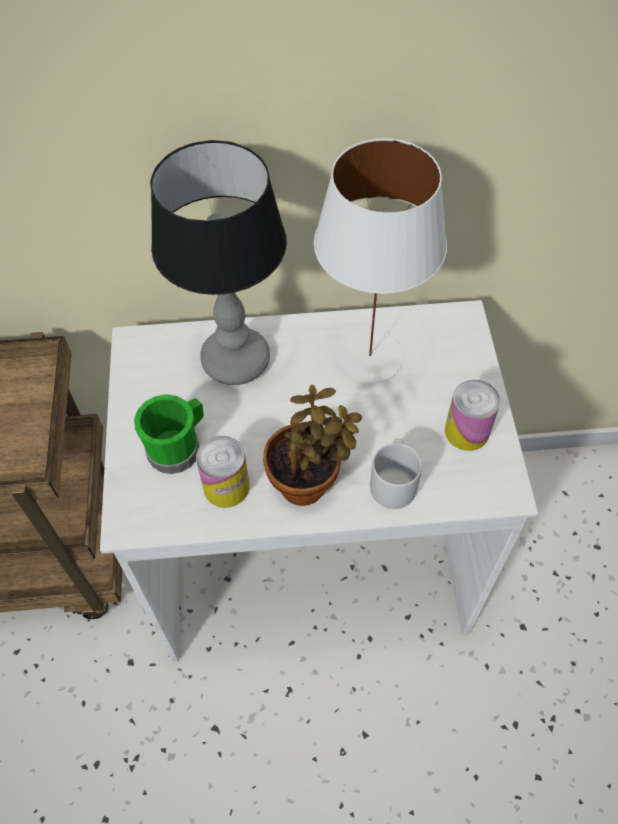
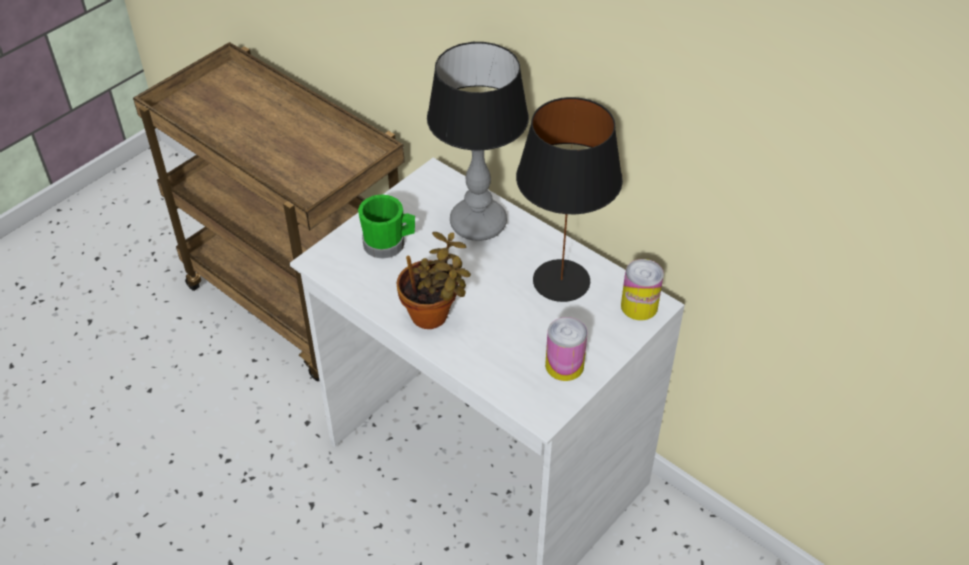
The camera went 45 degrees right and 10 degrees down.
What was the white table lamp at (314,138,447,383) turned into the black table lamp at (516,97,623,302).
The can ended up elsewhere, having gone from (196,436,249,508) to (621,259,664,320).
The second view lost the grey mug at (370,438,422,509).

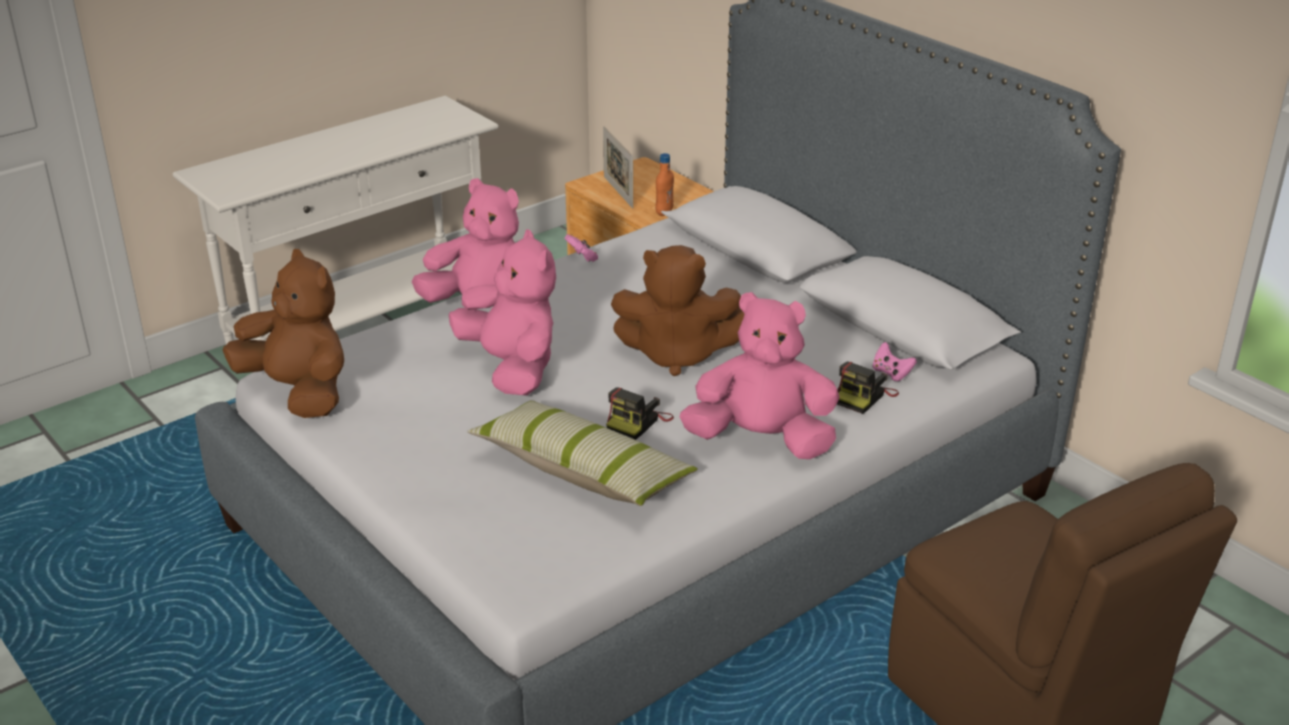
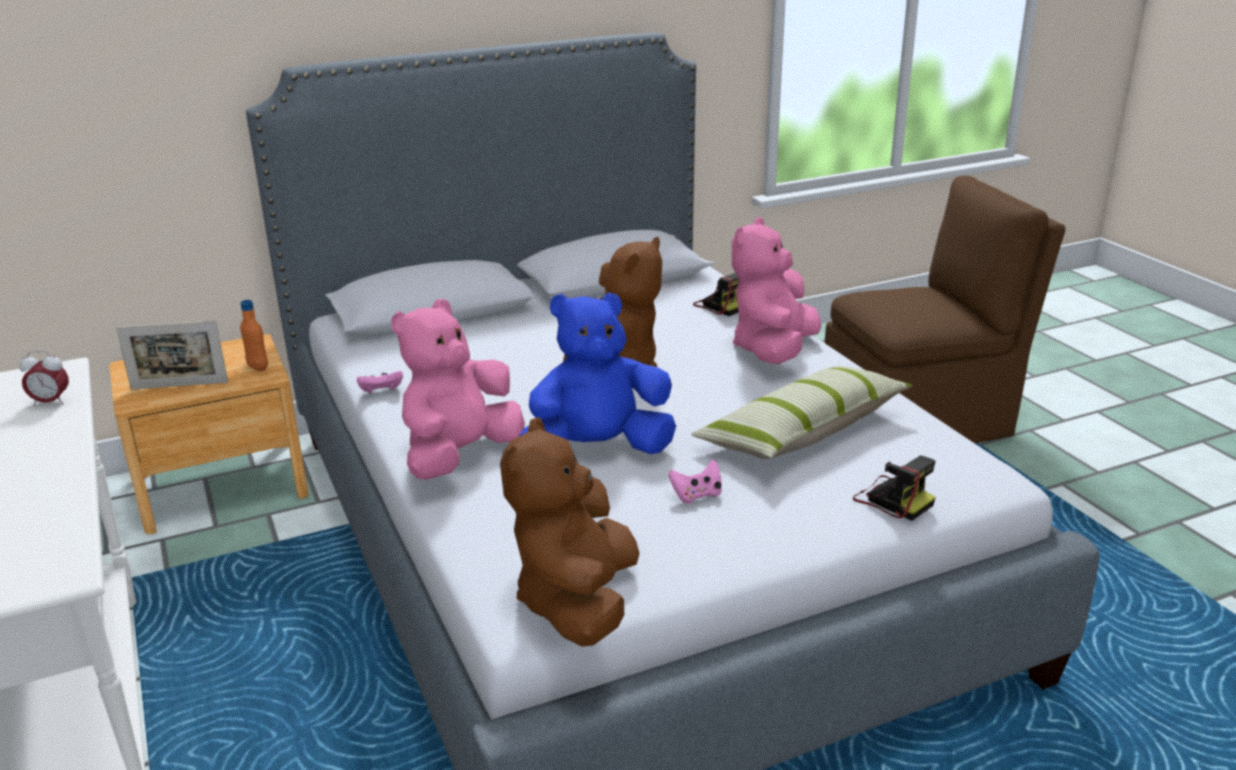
The camera went 75 degrees left and 5 degrees down.
What was the pink plush toy at (449,229,556,396) turned into the blue plush toy at (518,292,676,454).
The brown plush toy at (222,249,344,418) ended up facing another way, 45 degrees counterclockwise from before.
The pink game controller ended up elsewhere, having gone from (873,342,917,381) to (668,460,722,504).
The photo camera ended up elsewhere, having gone from (606,387,674,440) to (853,456,936,521).
The second view gained the alarm clock at (20,351,69,406).

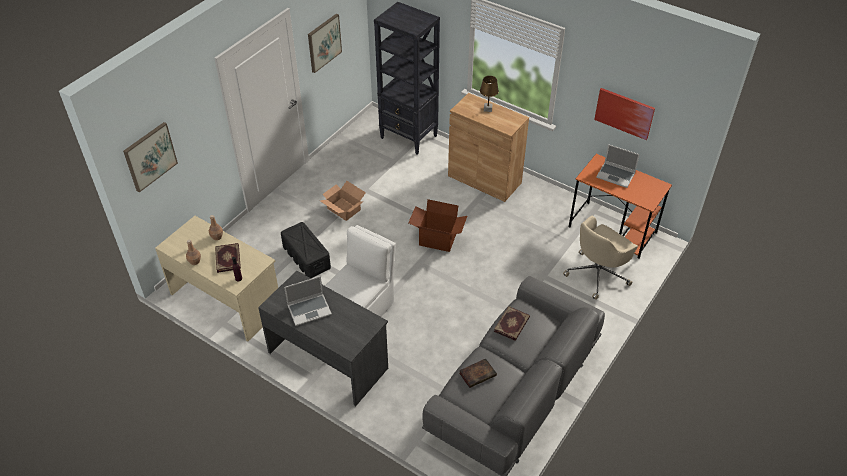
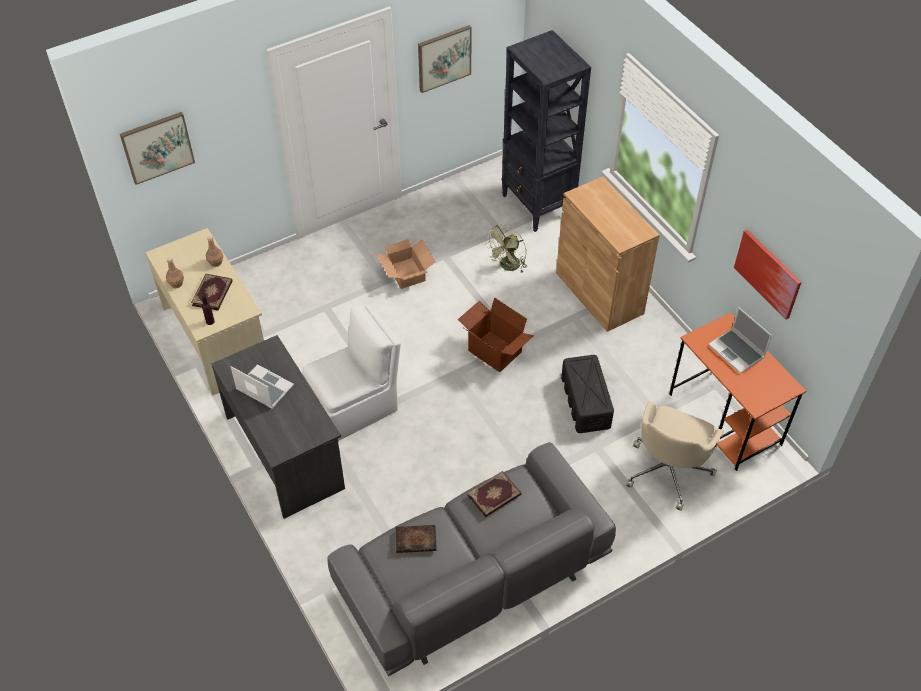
The camera went 25 degrees right and 5 degrees up.
The second view lost the brown table lamp at (480,76,499,112).
The beige office chair at (563,216,638,300) ended up facing another way, 45 degrees counterclockwise from before.
The black storage box ended up elsewhere, having gone from (281,222,331,278) to (561,355,614,433).
The laptop at (284,276,332,326) ended up facing another way, 150 degrees counterclockwise from before.
The second view gained the green fan at (485,224,527,273).

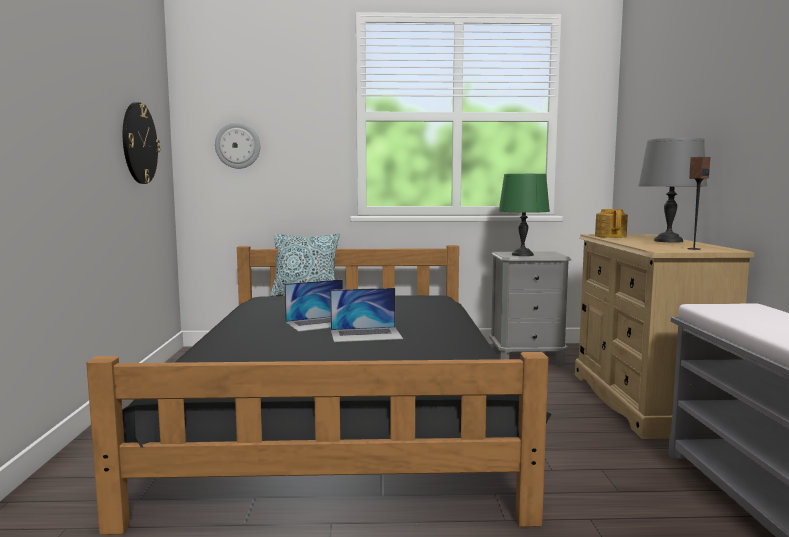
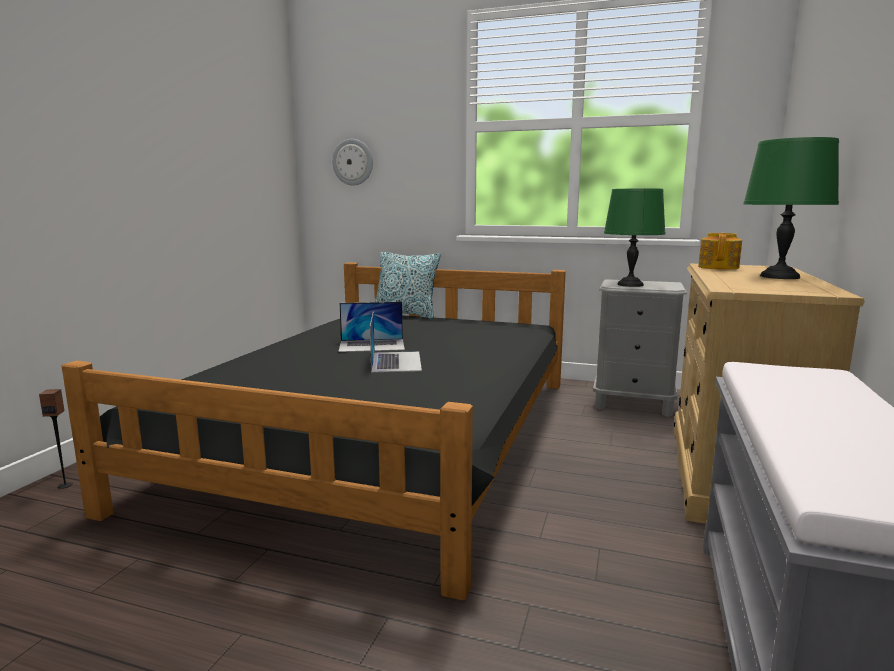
The camera went 20 degrees right and 5 degrees up.
The second view lost the wall clock at (123,102,160,184).
What was the grey table lamp at (639,138,707,243) turned into the green table lamp at (743,137,839,279).
The speaker ended up elsewhere, having gone from (688,157,710,250) to (39,389,73,489).
The laptop at (330,288,403,342) ended up facing another way, 105 degrees counterclockwise from before.

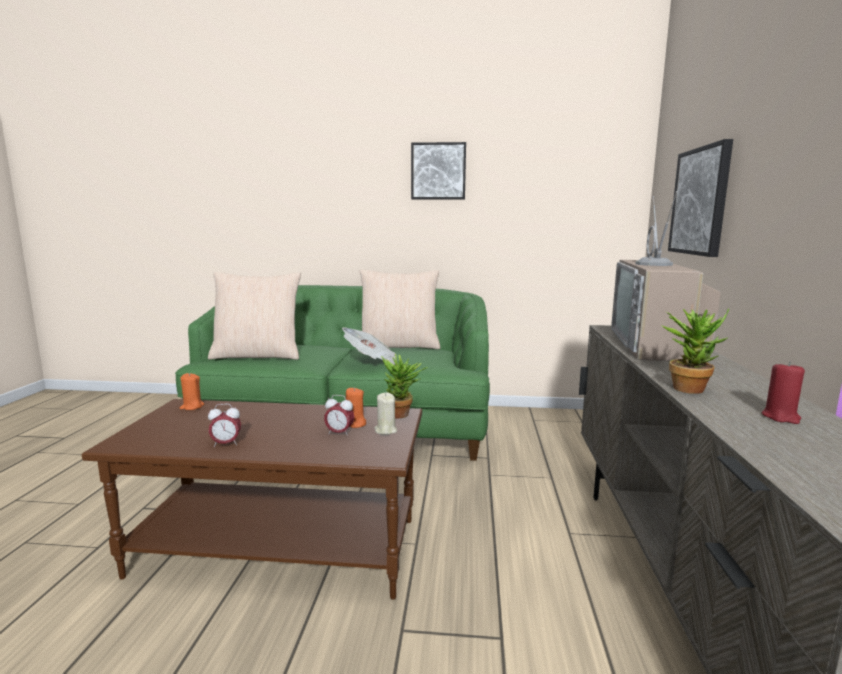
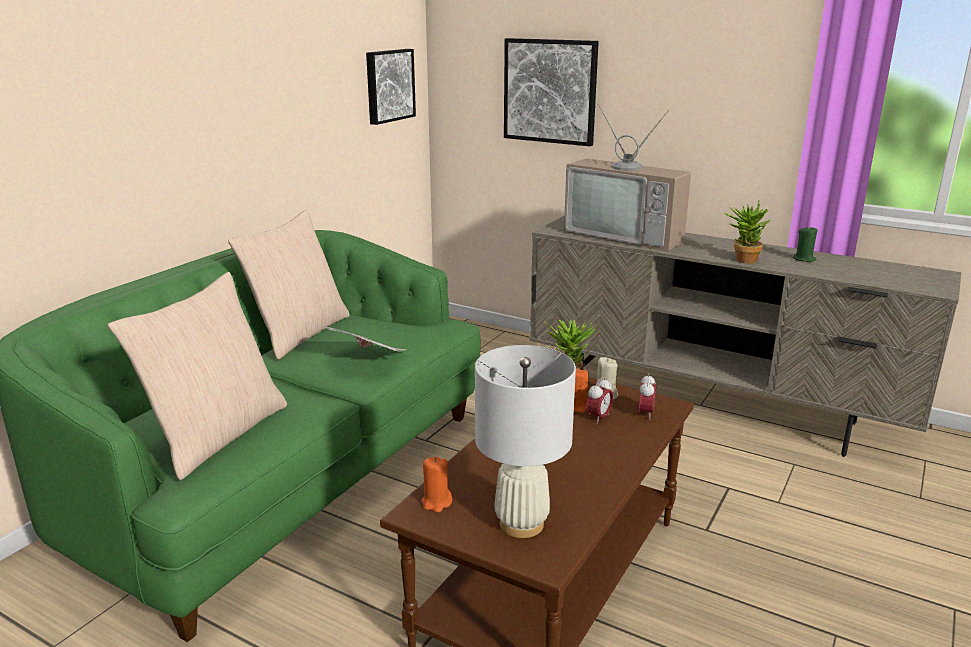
The camera went 65 degrees left and 10 degrees up.
The picture ended up elsewhere, having gone from (411,142,466,199) to (366,49,416,125).
What was the red candle at (762,361,805,424) turned into the green candle at (793,226,817,262).
The alarm clock ended up elsewhere, having gone from (208,403,241,447) to (638,373,656,420).
The second view gained the white table lamp at (475,345,576,538).

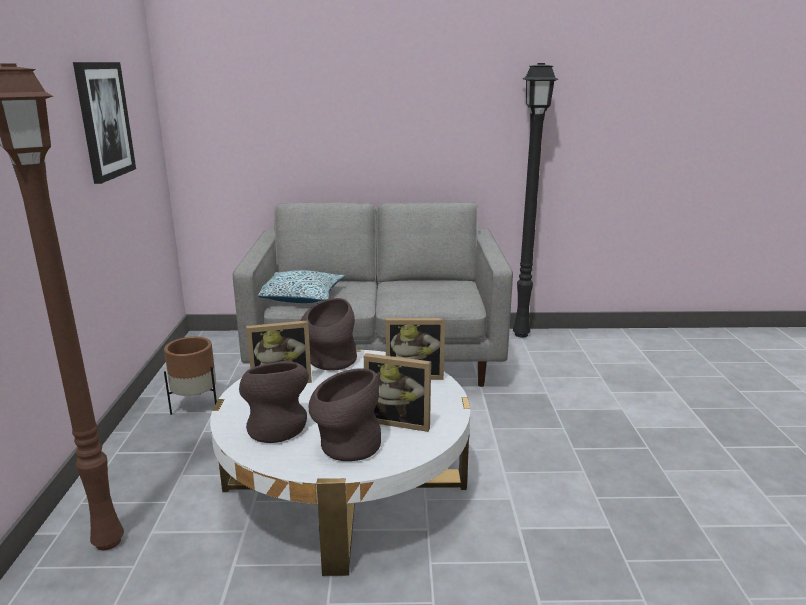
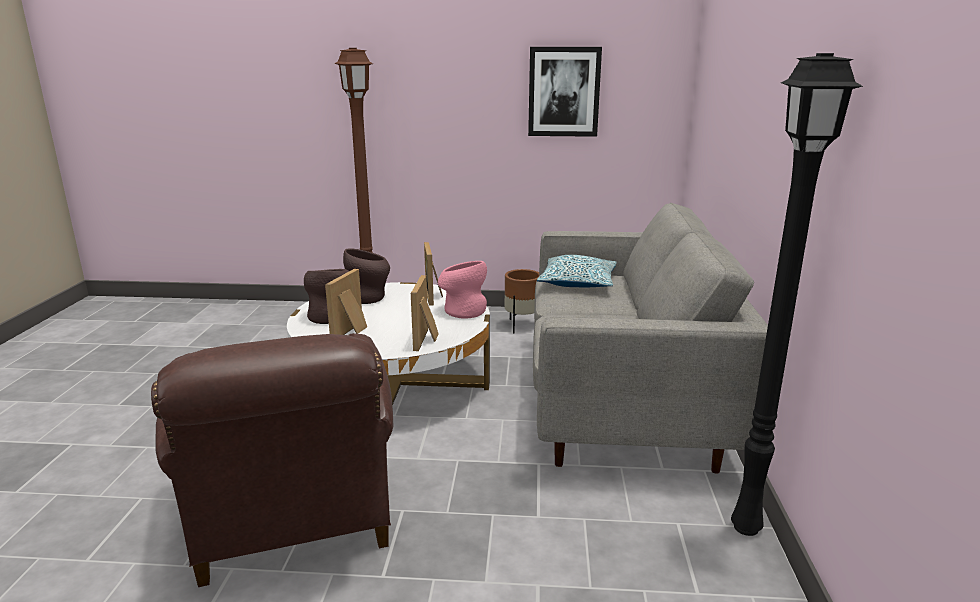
The camera went 95 degrees right and 0 degrees up.
What was the brown vase at (301,298,357,371) turned into the pink vase at (438,261,487,319).
The second view gained the brown armchair at (151,333,394,587).

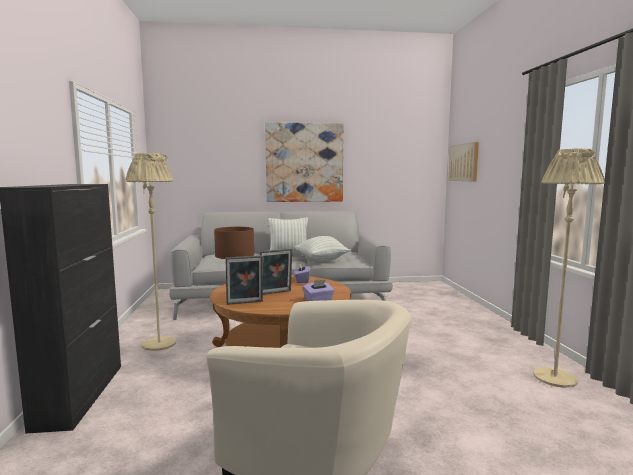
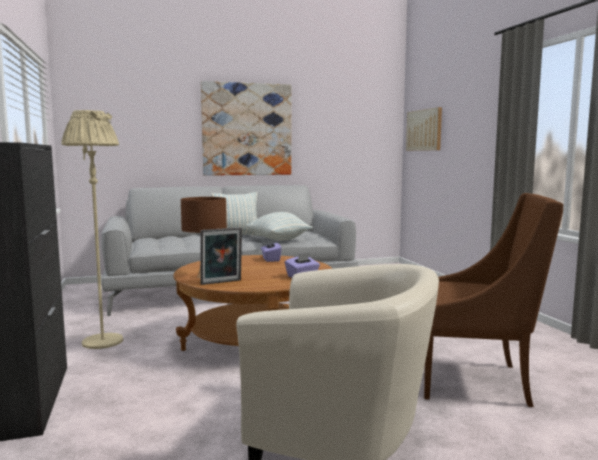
The camera went 10 degrees left and 0 degrees up.
The second view lost the beige floor lamp at (533,148,605,388).
The second view lost the picture frame at (260,249,292,295).
The second view gained the brown armchair at (424,193,563,407).

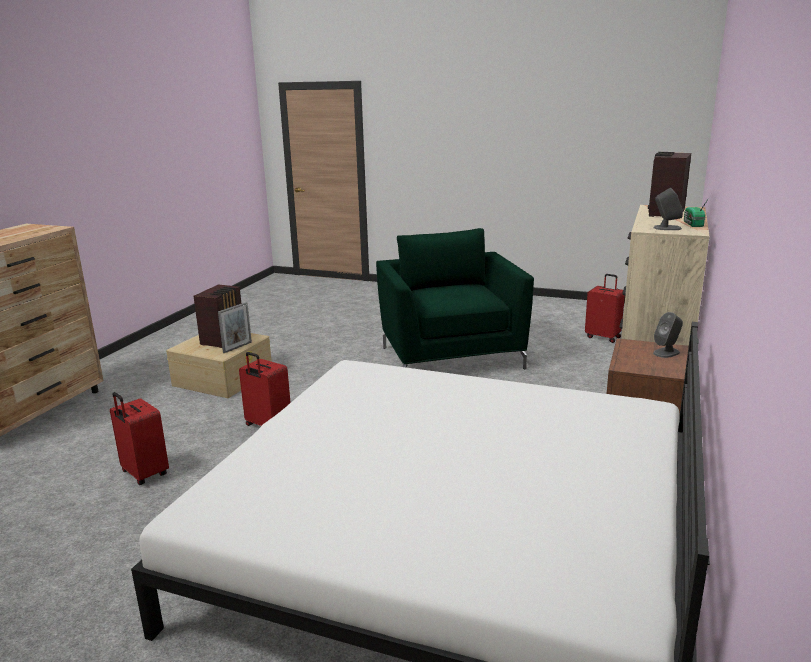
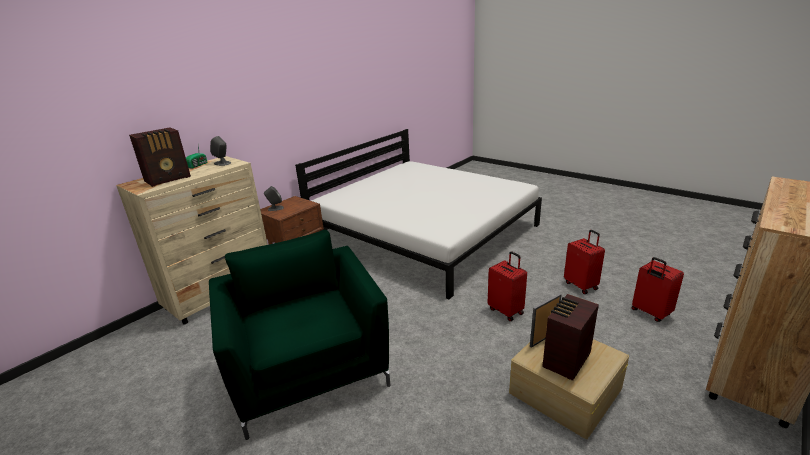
The camera went 160 degrees left and 5 degrees up.
The green armchair at (376,228,534,369) ended up facing another way, 150 degrees clockwise from before.
The red suitcase ended up elsewhere, having gone from (585,274,625,343) to (631,257,684,322).

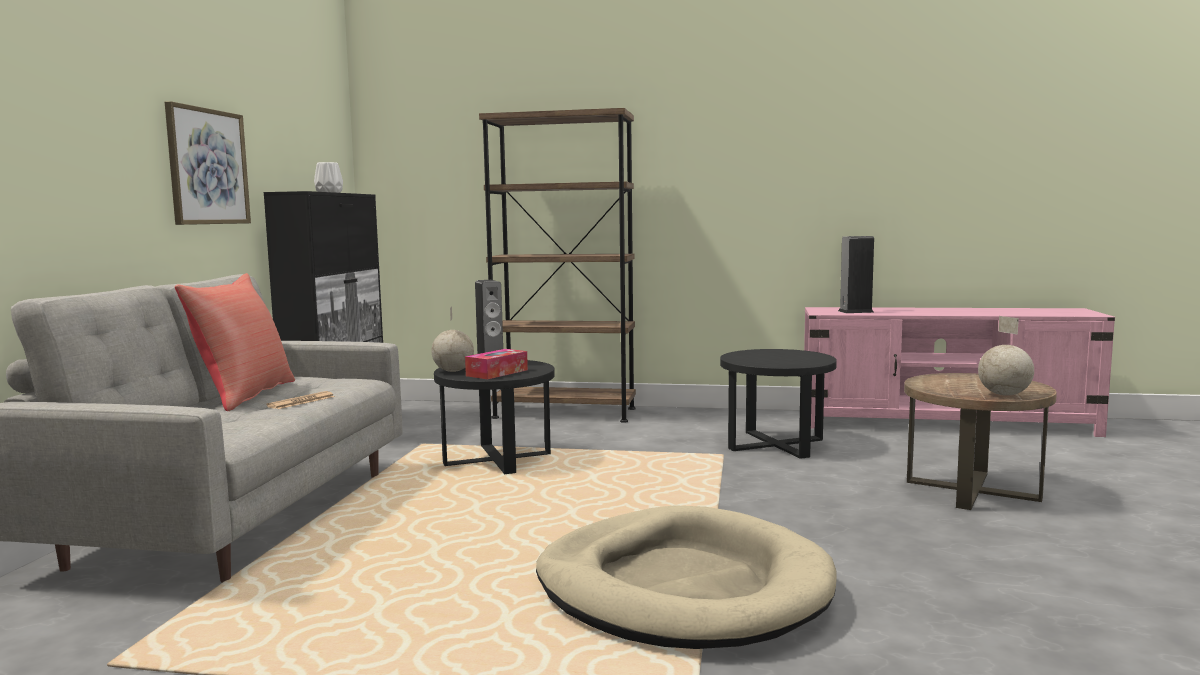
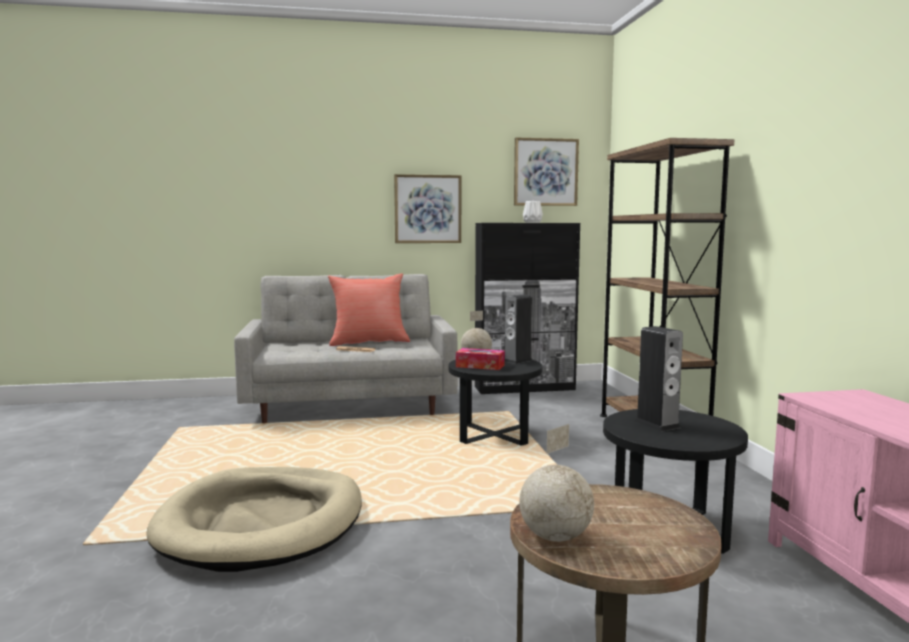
The camera went 70 degrees right and 0 degrees up.
The speaker ended up elsewhere, having gone from (838,236,874,313) to (635,326,683,432).
The second view gained the picture at (514,138,579,206).

